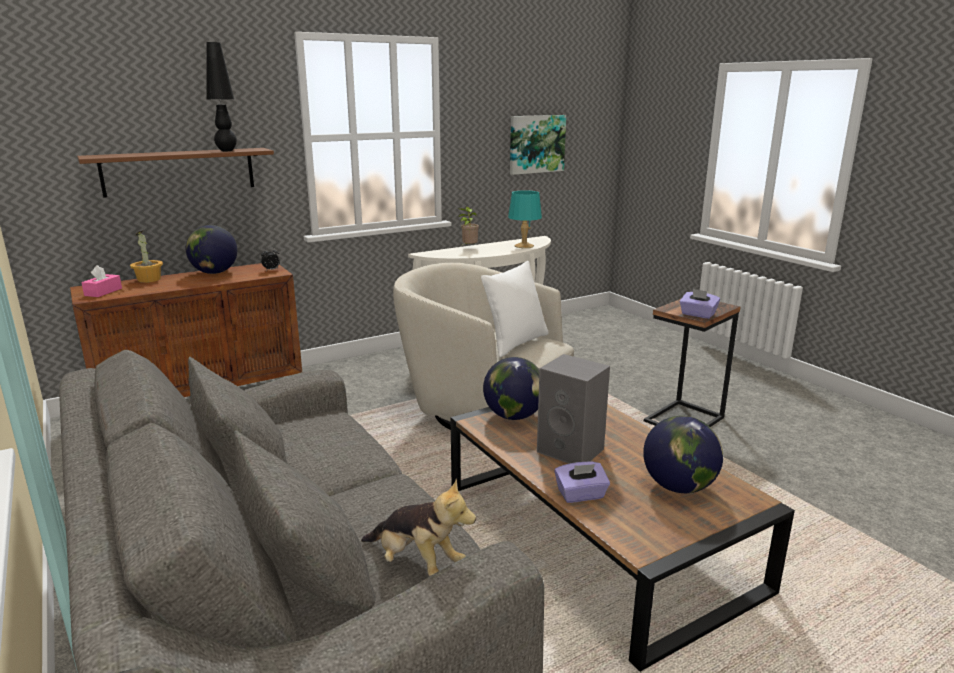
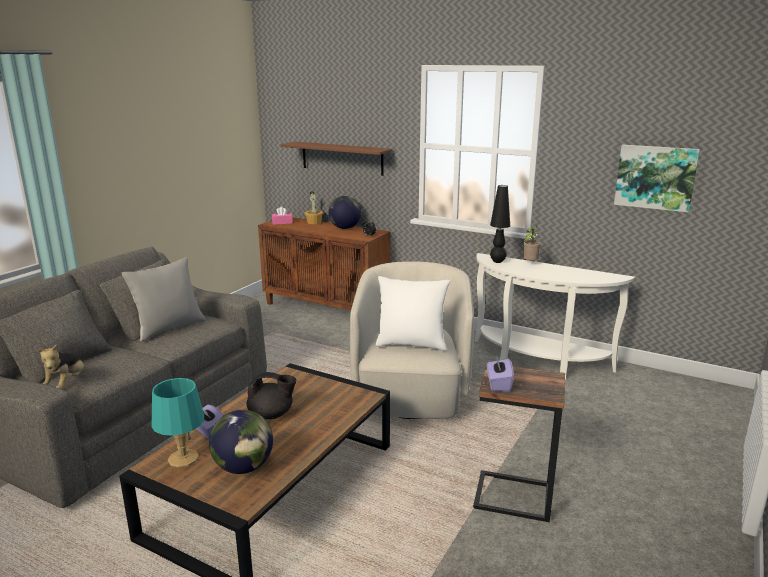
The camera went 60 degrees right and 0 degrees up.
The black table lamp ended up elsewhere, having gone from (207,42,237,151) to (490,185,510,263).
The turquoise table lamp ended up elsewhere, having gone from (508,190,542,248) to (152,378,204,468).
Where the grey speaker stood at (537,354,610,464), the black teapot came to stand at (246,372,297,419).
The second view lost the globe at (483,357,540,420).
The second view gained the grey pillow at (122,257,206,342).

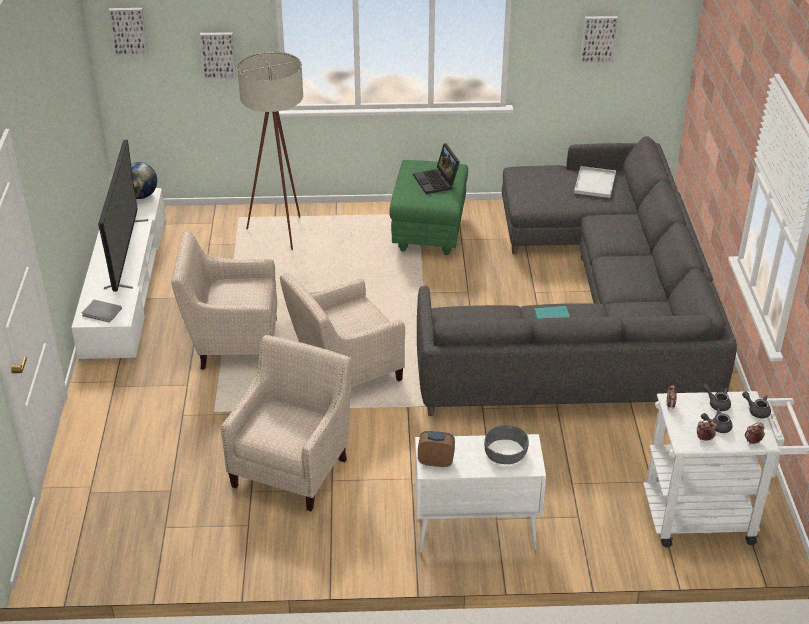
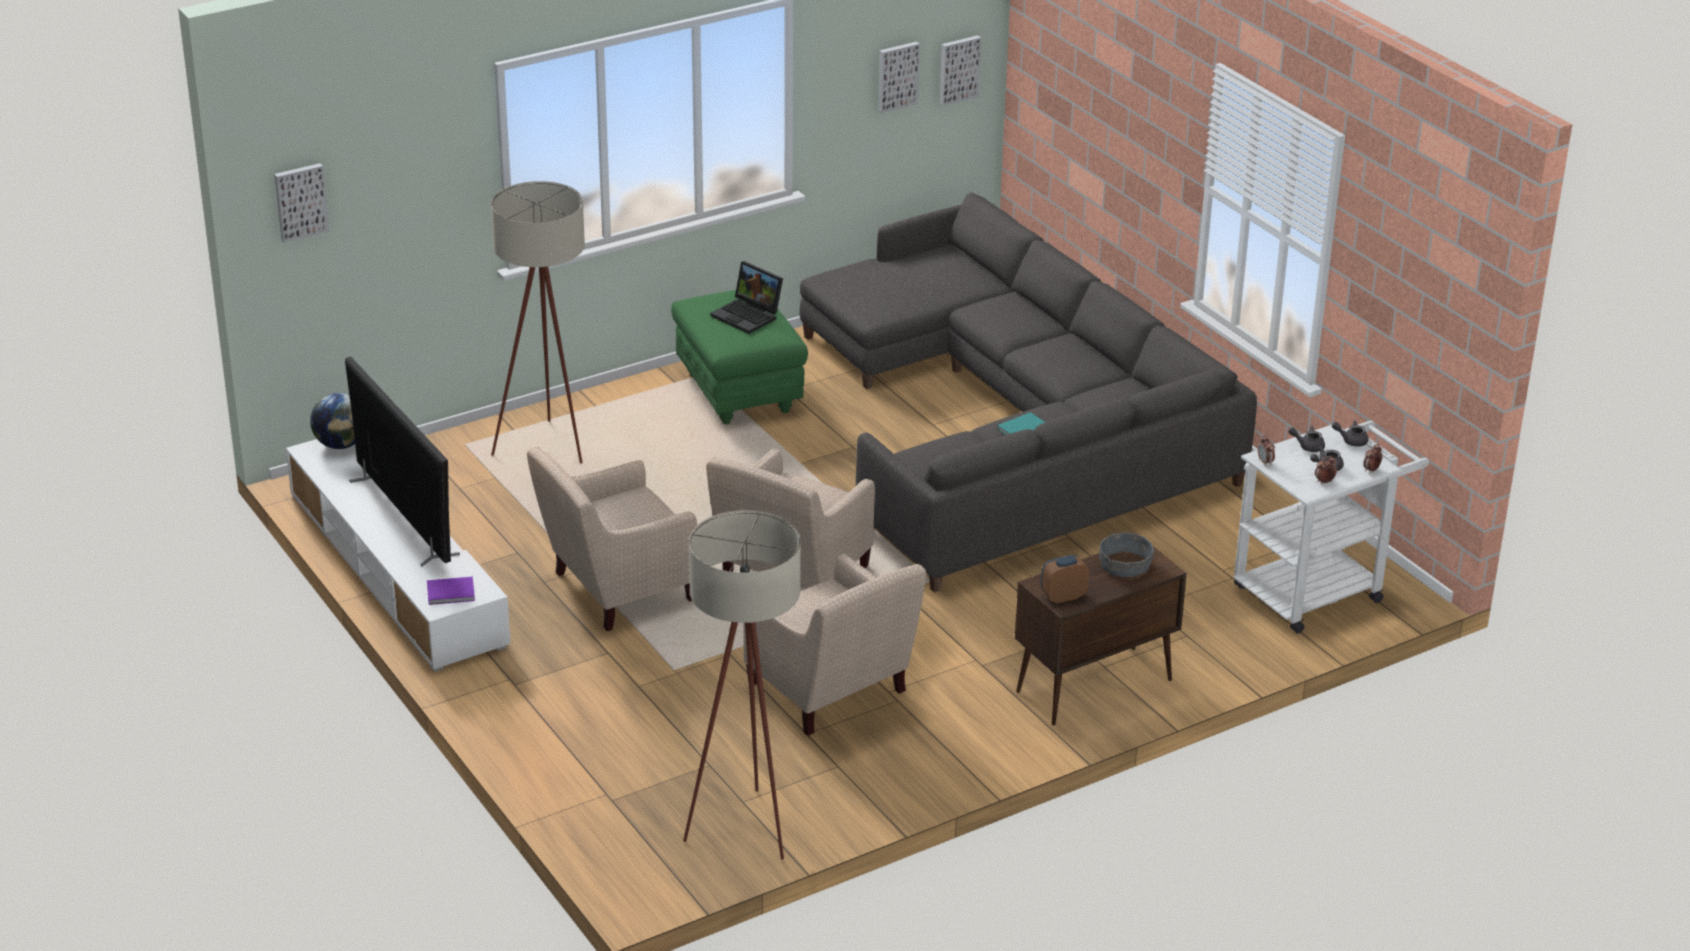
The camera went 30 degrees left and 5 degrees down.
The picture ended up elsewhere, having gone from (200,32,237,79) to (940,35,981,106).
The second view lost the white tray at (574,166,616,198).
What was the grey book at (82,299,122,323) turned into the purple book at (427,577,475,605).
The beige armchair at (221,335,352,511) ended up facing another way, 150 degrees clockwise from before.
What was the white cabinet at (415,434,546,553) turned into the brown cabinet at (1015,545,1187,726).
The second view gained the beige floor lamp at (683,510,801,860).

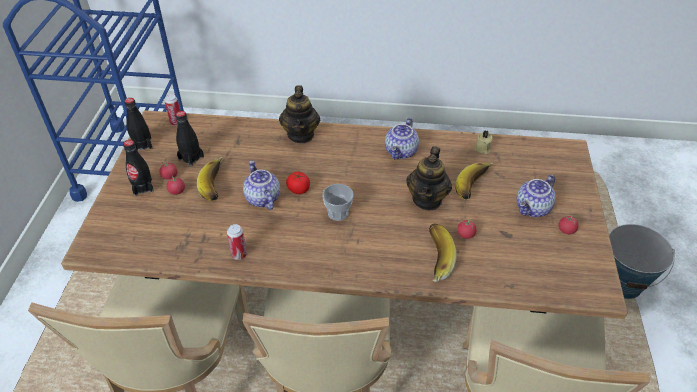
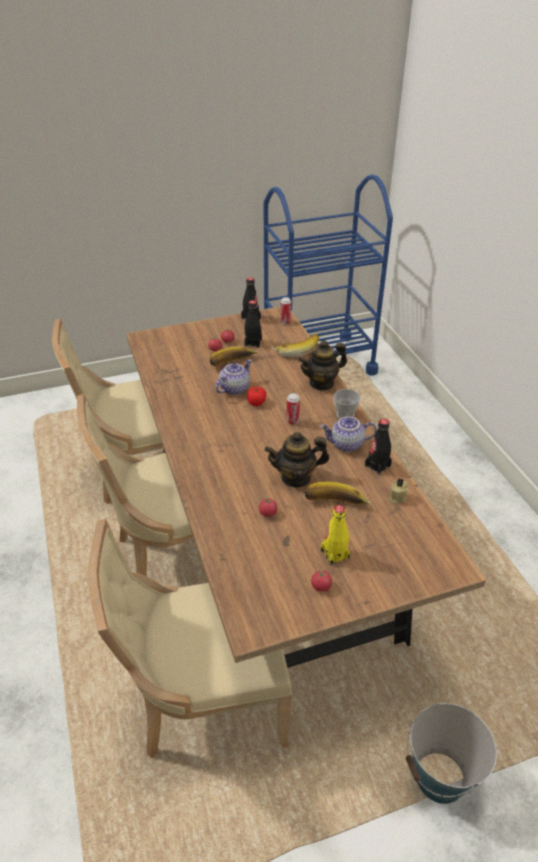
The camera went 65 degrees right and 5 degrees down.
The black bottle ended up elsewhere, having gone from (123,140,154,196) to (365,419,392,475).
Where the teapot stood at (517,175,556,217), the yellow bottle came to stand at (321,505,350,565).
The cup ended up elsewhere, having gone from (322,184,354,221) to (333,389,361,419).
The can ended up elsewhere, having gone from (227,224,247,260) to (286,393,300,425).
The banana ended up elsewhere, having gone from (429,224,457,282) to (272,334,319,357).

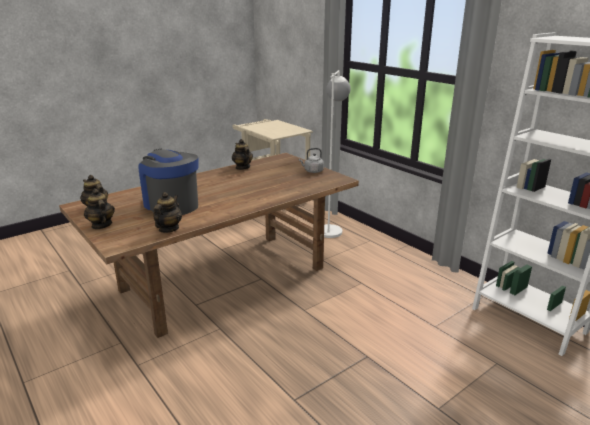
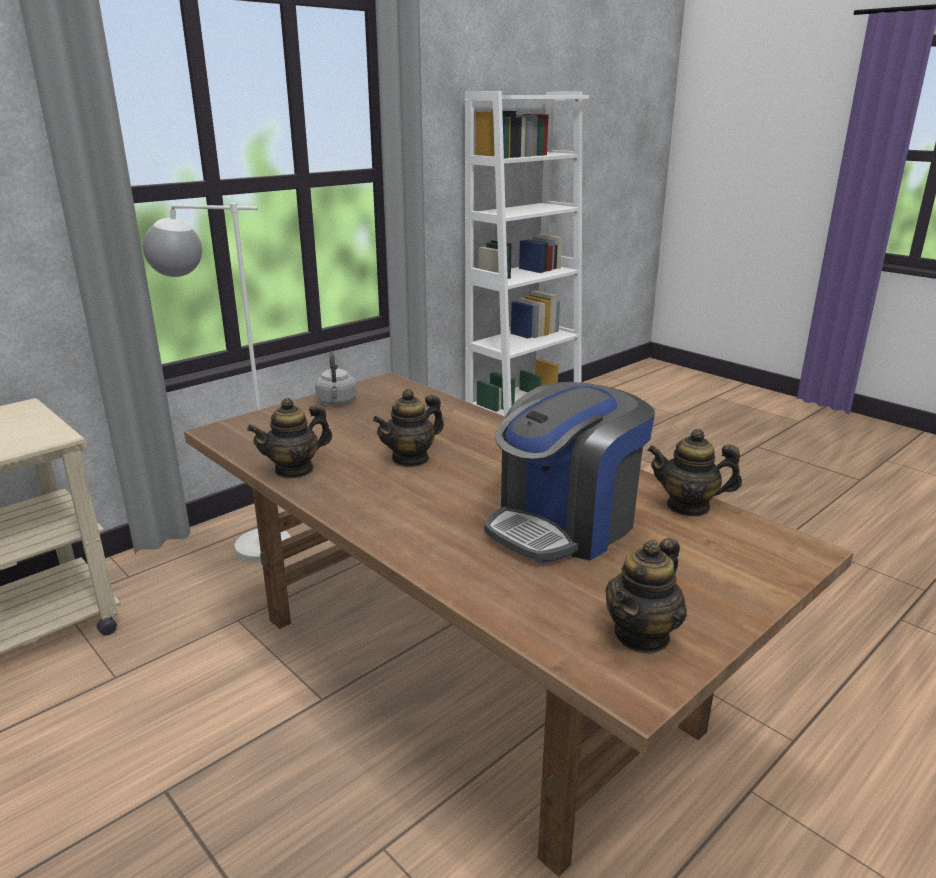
The camera went 95 degrees left and 0 degrees up.
The teapot ended up elsewhere, having gone from (84,189,115,229) to (373,389,444,468).

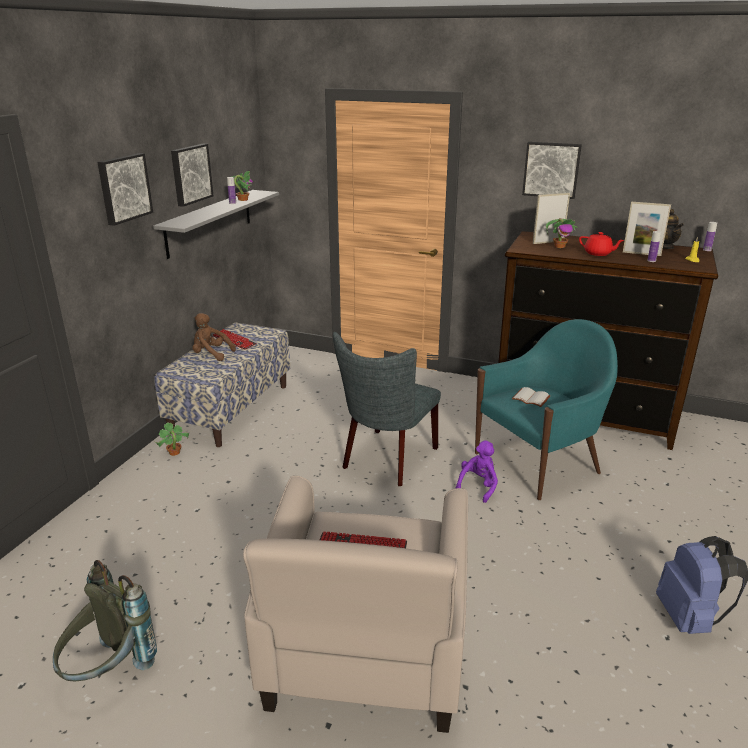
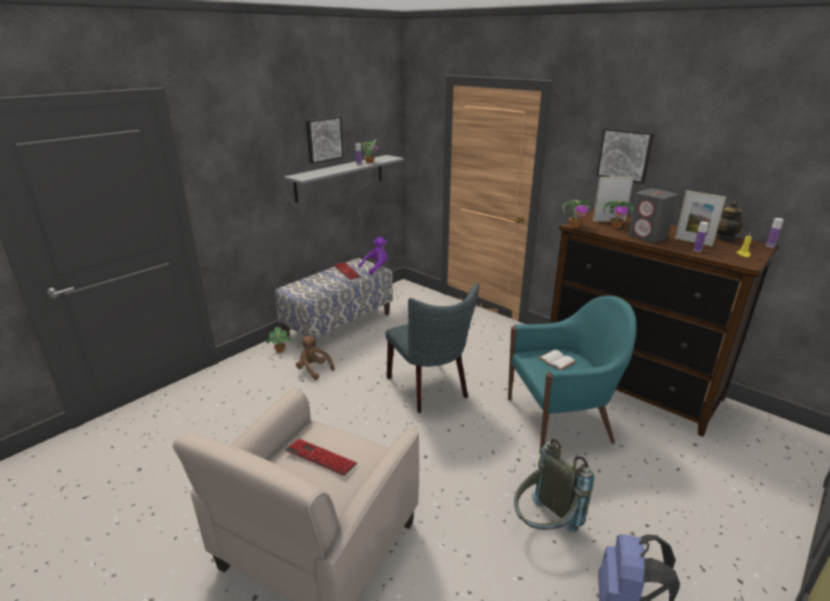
The camera went 20 degrees right and 0 degrees up.
The second view lost the picture at (97,153,153,226).
Where the red teapot stood at (579,232,624,256), the grey speaker came to stand at (629,188,678,243).
The brown plush toy ended up elsewhere, having gone from (192,313,236,361) to (296,336,335,380).
The grey chair at (333,332,441,486) ended up facing another way, 75 degrees counterclockwise from before.
The purple plush toy ended up elsewhere, having gone from (455,440,498,503) to (358,237,388,275).
The grey backpack ended up elsewhere, having gone from (53,560,157,681) to (514,438,594,532).
The second view gained the potted plant at (563,200,592,227).

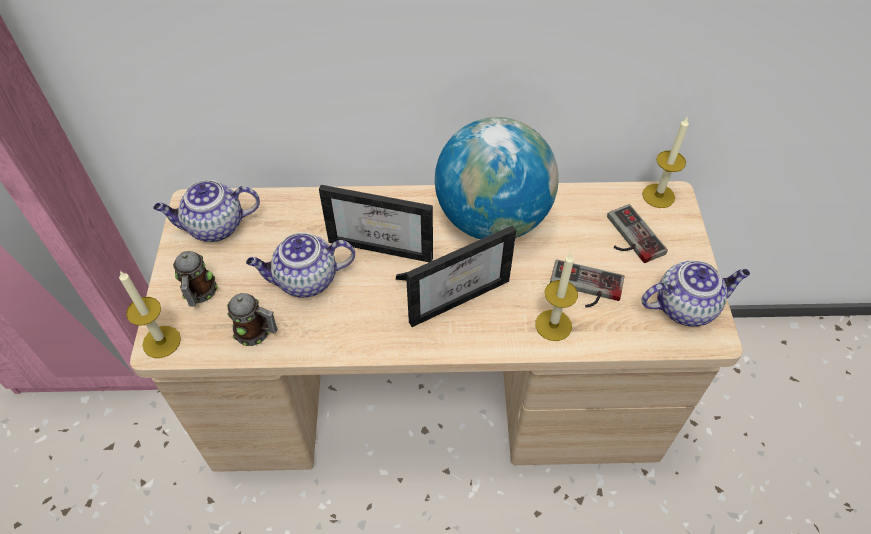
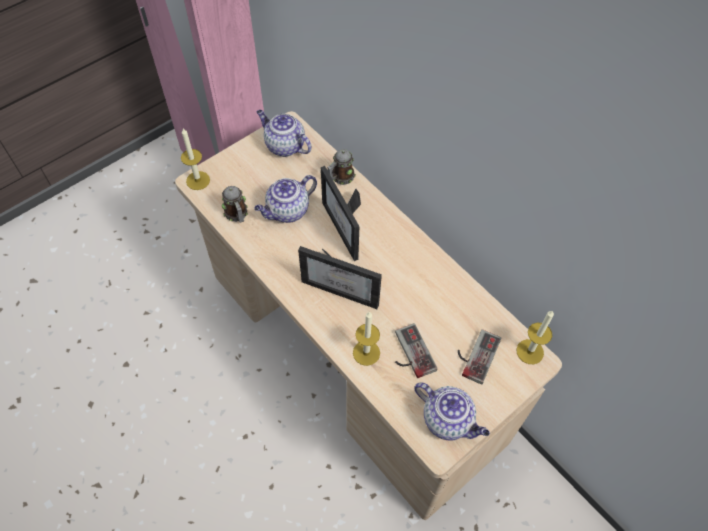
The camera went 50 degrees right and 5 degrees up.
The second view lost the globe at (435,117,559,239).
The teapot at (246,232,355,298) ended up facing another way, 75 degrees counterclockwise from before.
The mug ended up elsewhere, having gone from (173,251,218,307) to (327,149,356,185).

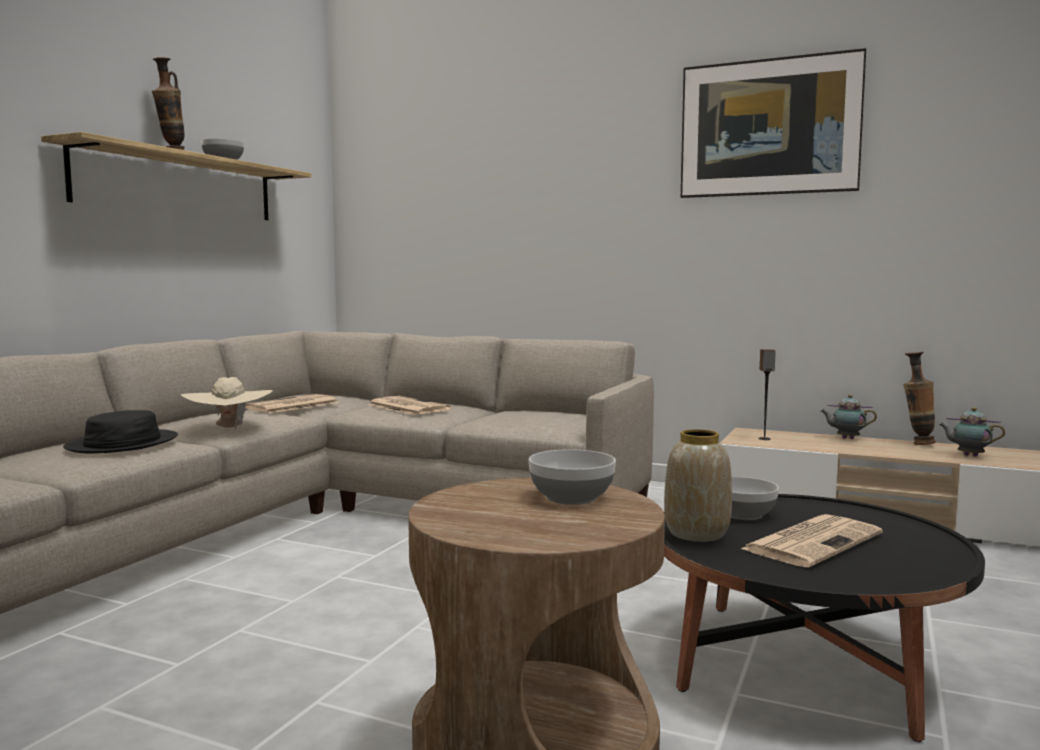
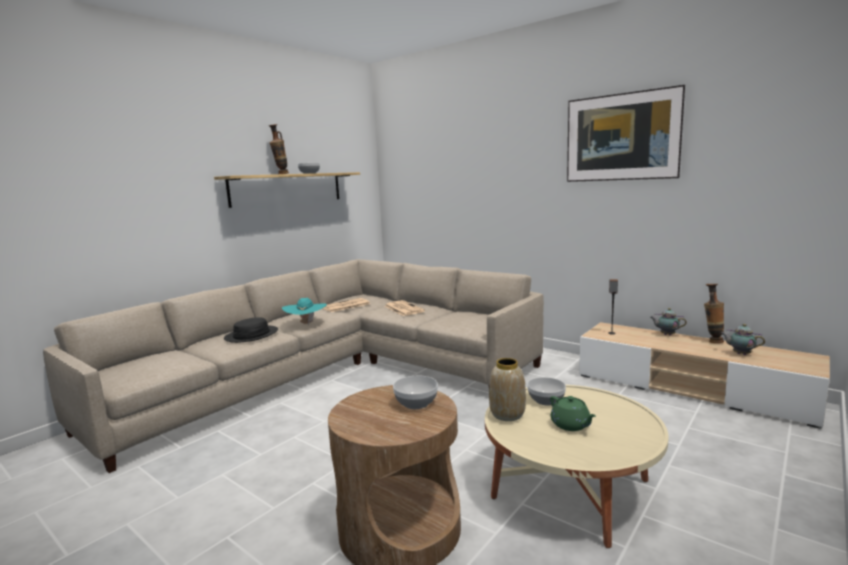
The camera went 15 degrees right and 5 degrees up.
What was the beige hat at (181,377,273,430) turned into the turquoise hat at (282,298,327,326).
What was the black coffee table at (664,494,985,742) turned into the beige coffee table at (485,385,669,548).
Where the newspaper stood at (741,514,883,568), the green teapot came to stand at (550,396,596,431).

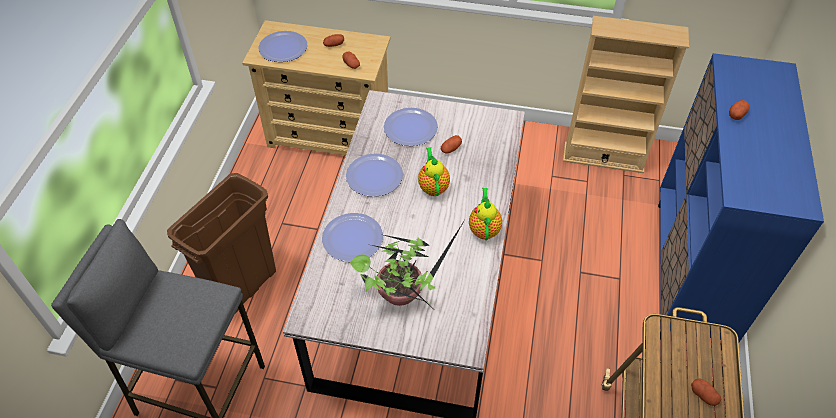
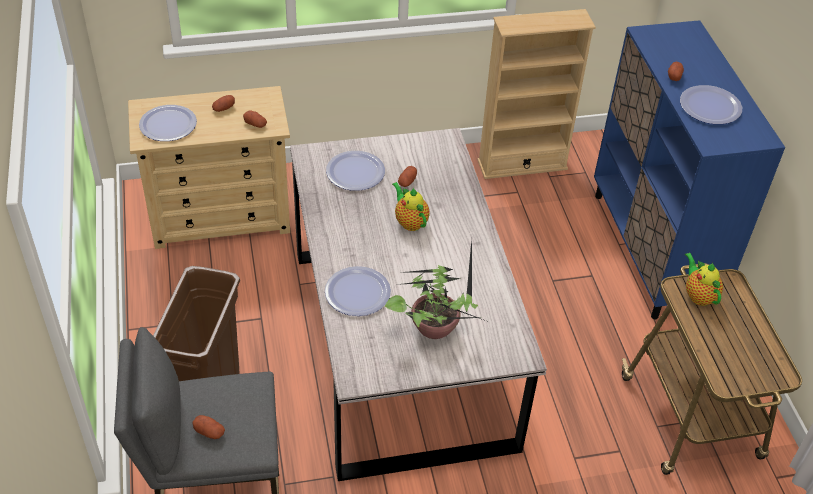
The camera went 25 degrees left and 5 degrees down.
The plate ended up elsewhere, having gone from (346,153,403,197) to (680,85,742,124).
The teapot ended up elsewhere, having gone from (469,188,502,241) to (685,253,723,306).
The potato ended up elsewhere, having gone from (691,378,722,406) to (192,415,225,439).

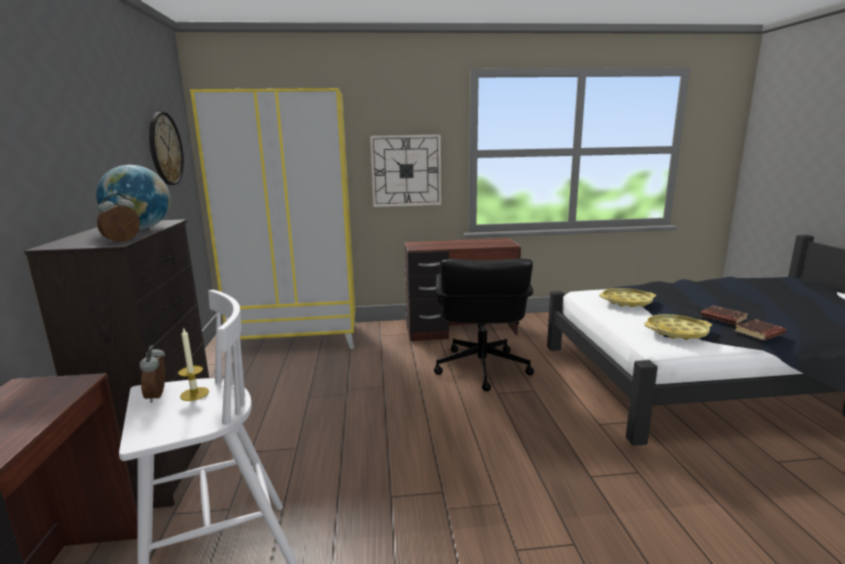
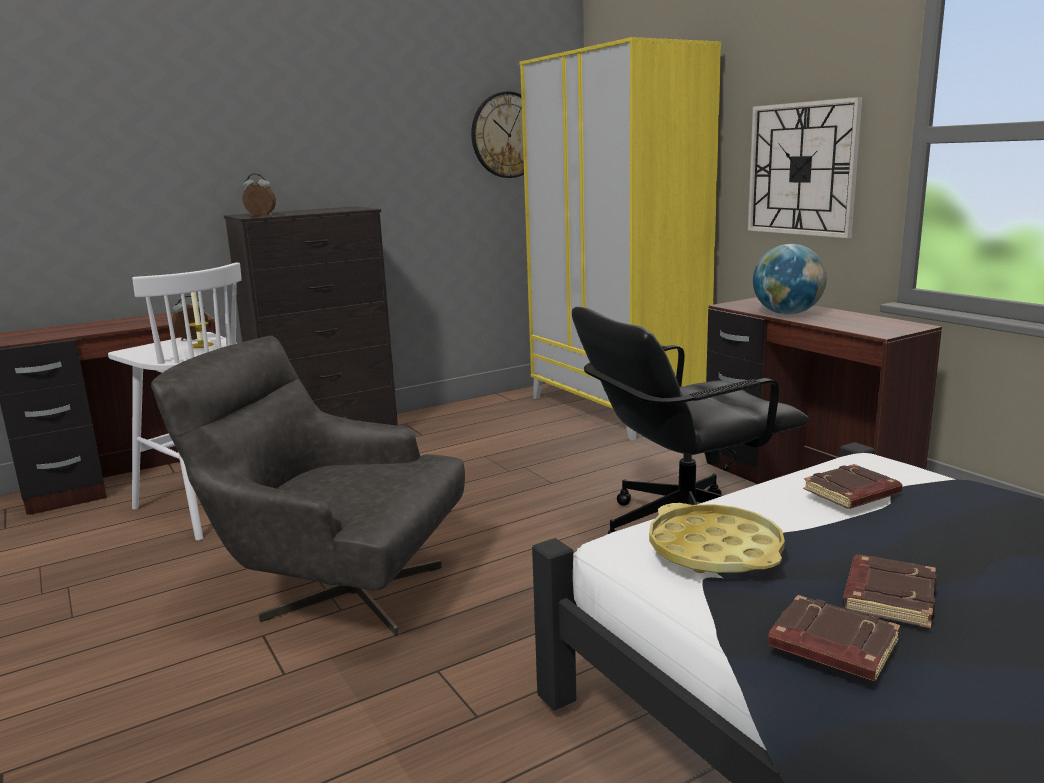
The camera went 65 degrees right and 0 degrees up.
The globe ended up elsewhere, having gone from (96,165,170,229) to (753,244,827,315).
Where the yellow tray stood at (599,288,656,308), the brown book came to stand at (803,464,902,509).
The second view gained the grey armchair at (151,336,465,636).

